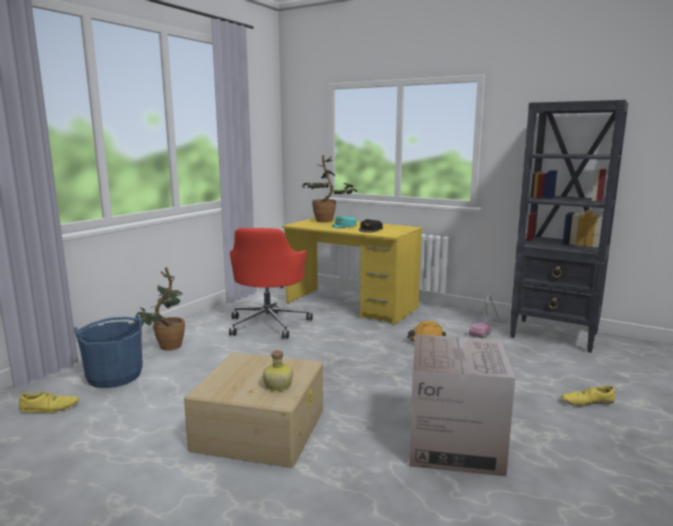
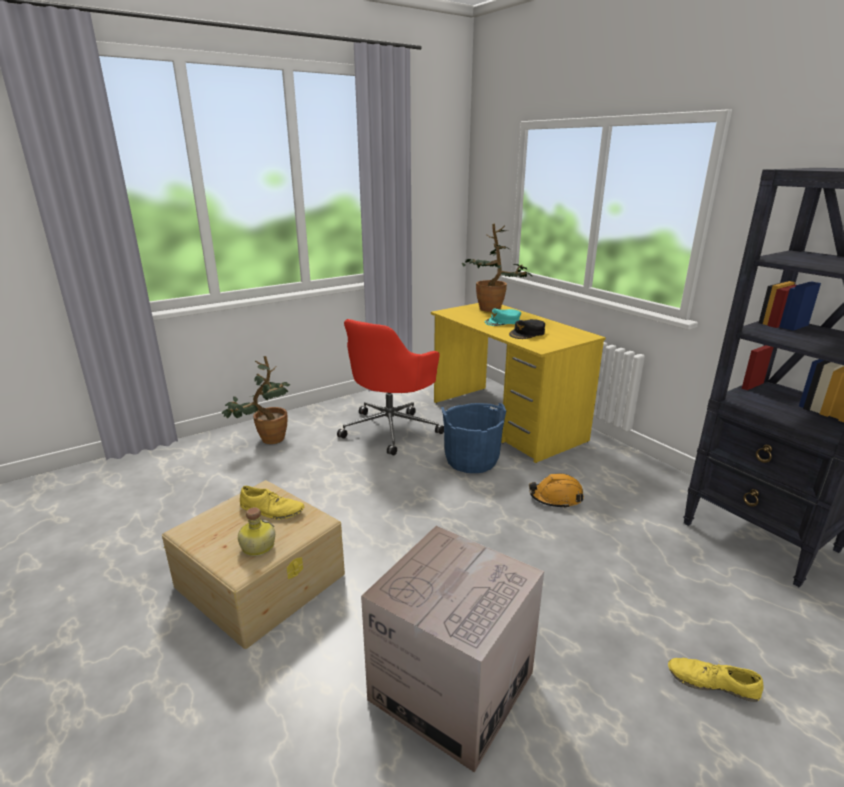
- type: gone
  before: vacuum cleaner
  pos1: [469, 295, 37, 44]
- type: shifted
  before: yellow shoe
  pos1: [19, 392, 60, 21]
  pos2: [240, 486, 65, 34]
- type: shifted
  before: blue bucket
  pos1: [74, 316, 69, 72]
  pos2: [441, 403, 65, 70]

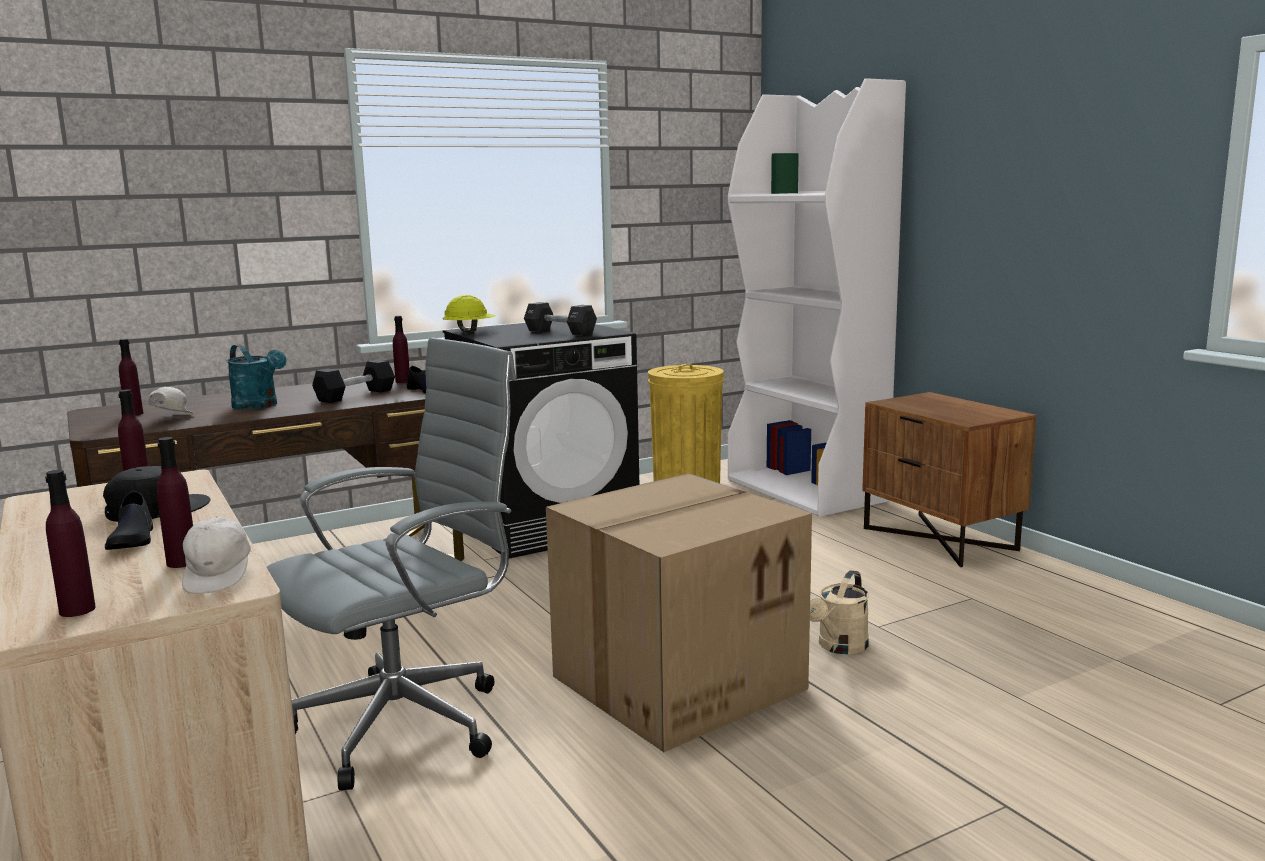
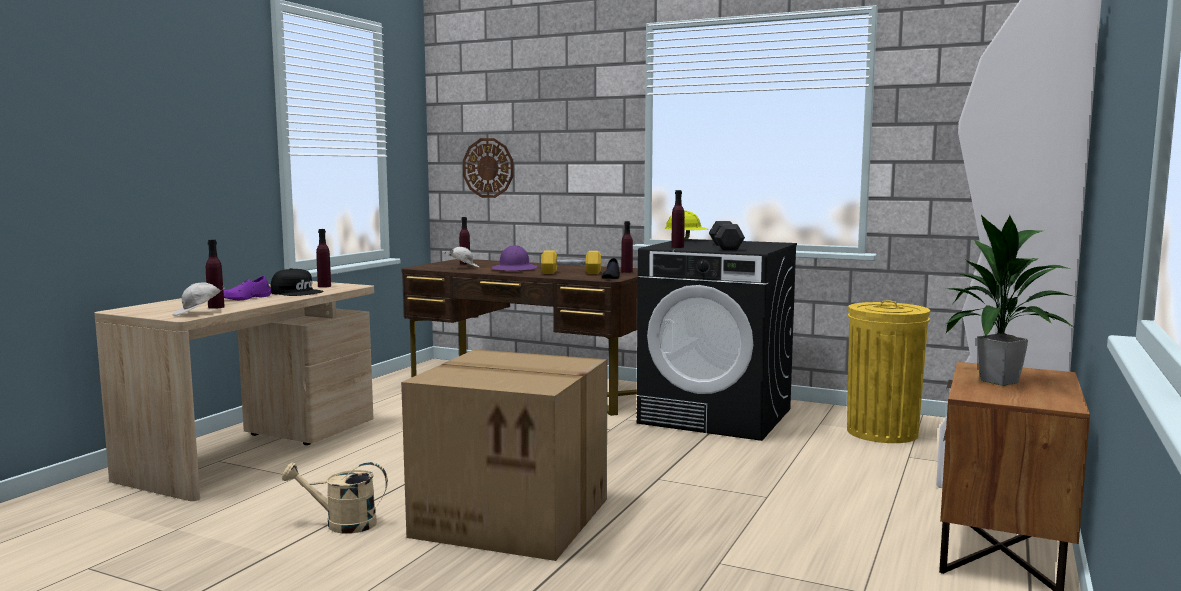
- type: gone
  before: grey office chair
  pos1: [266, 337, 250, 453]
- type: new
  after: wall clock
  pos2: [463, 138, 51, 60]
- type: new
  after: potted plant
  pos2: [944, 215, 132, 171]
- type: shifted
  before: purple bottle
  pos1: [45, 470, 51, 147]
  pos2: [671, 190, 14, 58]
- type: shifted
  before: beige watering can
  pos1: [810, 570, 59, 84]
  pos2: [282, 462, 106, 72]
- type: swapped
  before: turquoise watering can
  after: purple hard hat
  pos1: [227, 344, 60, 66]
  pos2: [492, 245, 46, 26]
- type: repainted
  before: black shoe
  after: purple shoe
  pos1: [105, 491, 48, 59]
  pos2: [223, 275, 48, 25]
- type: repainted
  before: black dumbbell
  after: yellow dumbbell
  pos1: [312, 360, 83, 43]
  pos2: [541, 250, 60, 24]

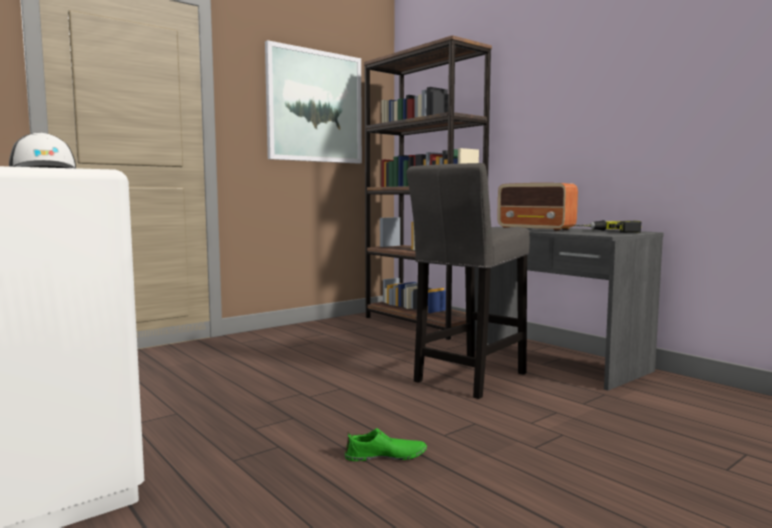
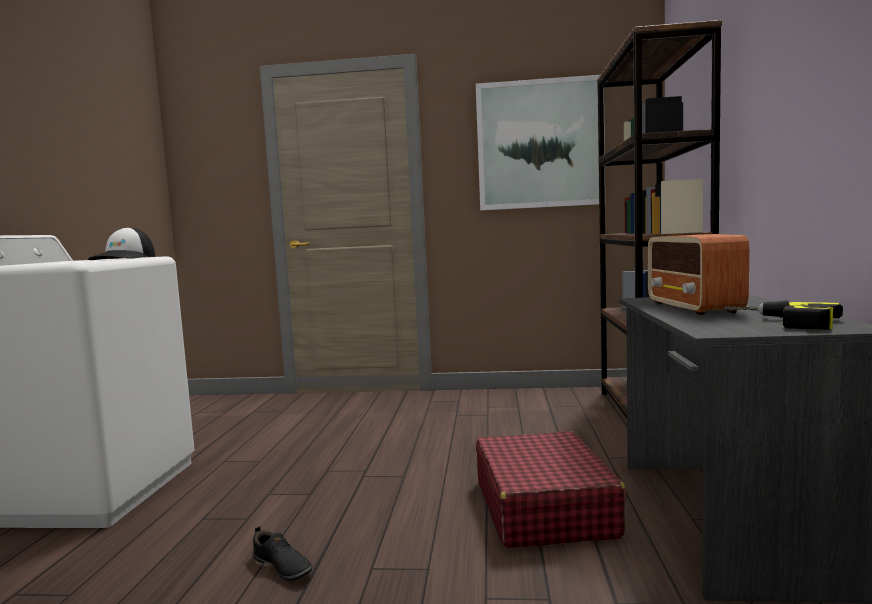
- type: swapped
  before: grey stool
  after: red suitcase
  pos1: [407, 163, 123, 236]
  pos2: [476, 431, 150, 117]
- type: repainted
  before: green shoe
  after: black shoe
  pos1: [345, 428, 82, 33]
  pos2: [253, 526, 59, 55]

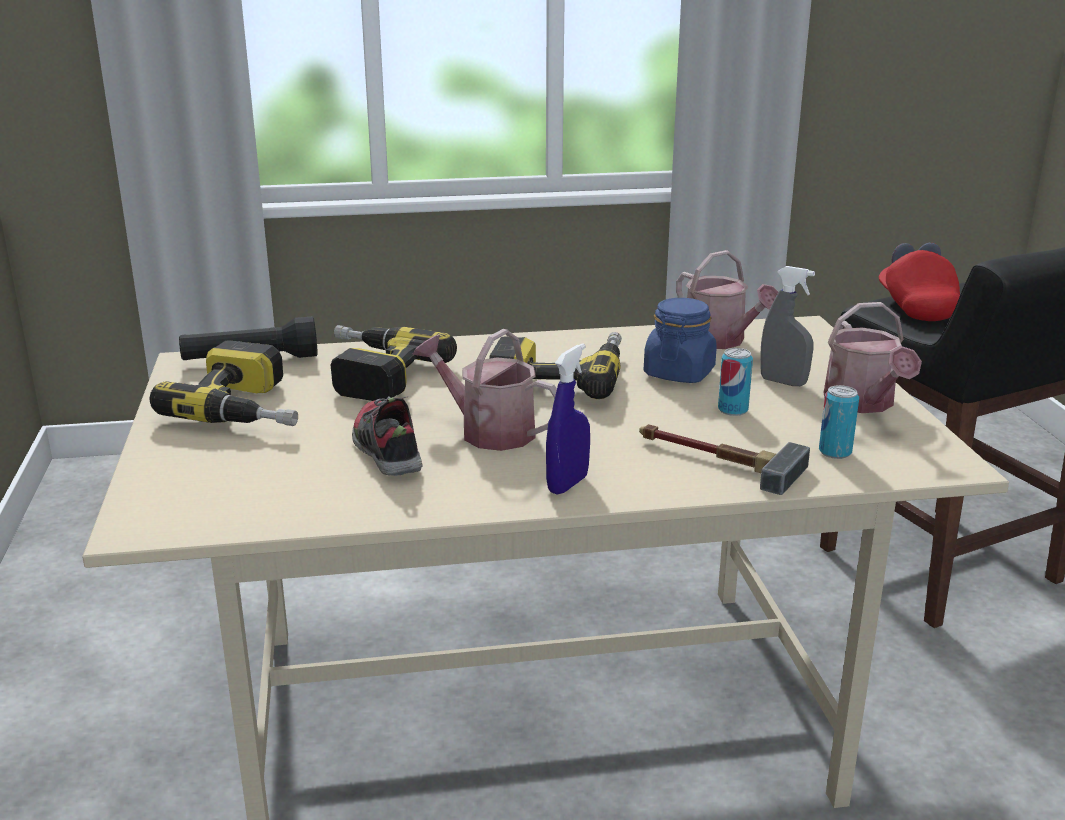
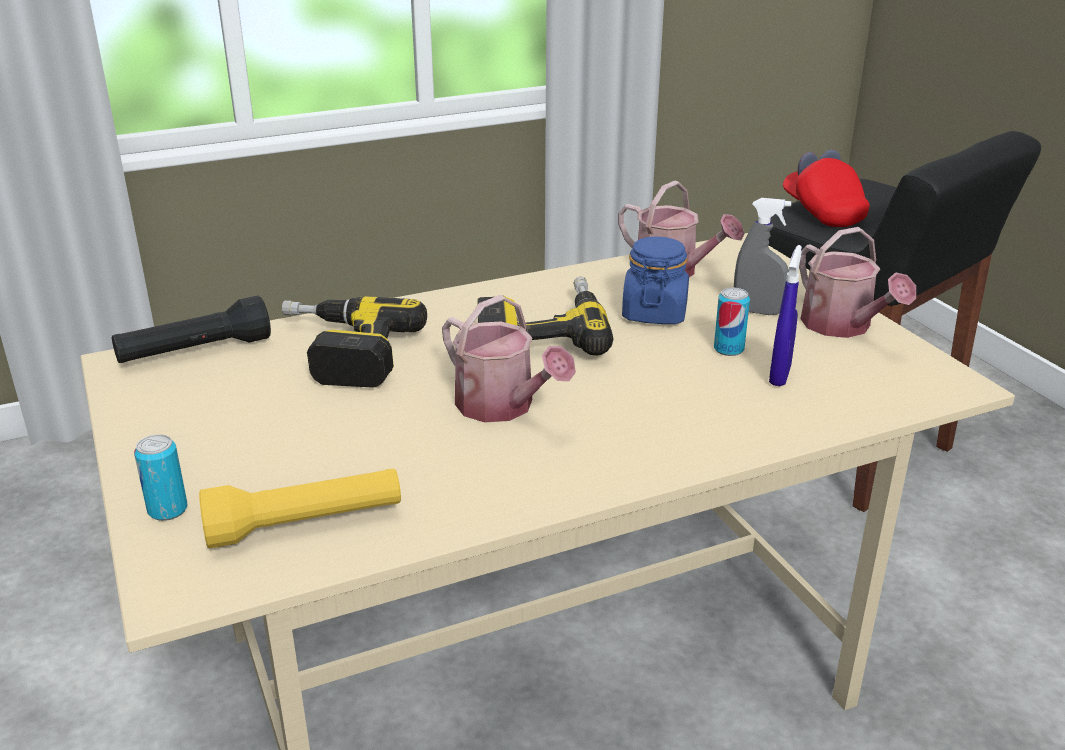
- type: gone
  before: power drill
  pos1: [150, 340, 148, 86]
- type: gone
  before: shoe
  pos1: [352, 396, 71, 80]
- type: gone
  before: hammer
  pos1: [639, 424, 171, 71]
- type: new
  after: yellow flashlight
  pos2: [199, 469, 202, 80]
- type: shifted
  before: blue spray bottle
  pos1: [546, 343, 44, 151]
  pos2: [769, 245, 33, 141]
- type: shifted
  before: can
  pos1: [819, 385, 40, 74]
  pos2: [134, 434, 54, 87]
- type: rotated
  before: watering can
  pos1: [412, 329, 145, 122]
  pos2: [442, 295, 134, 128]
  turn: -150

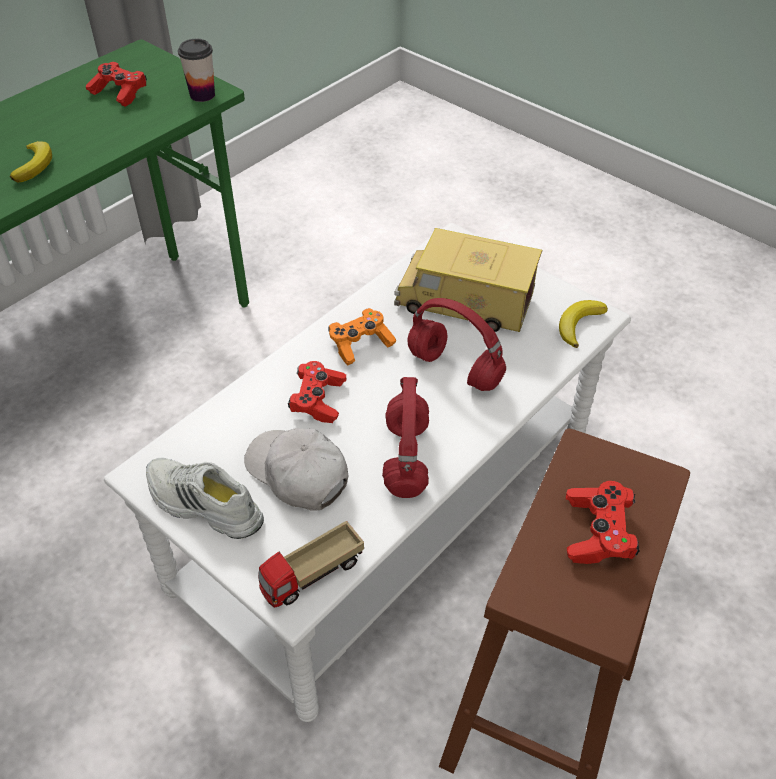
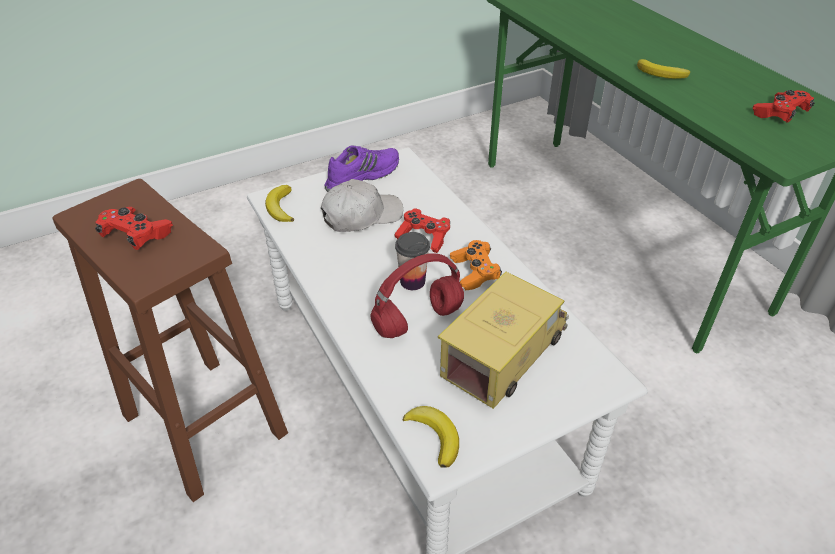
- type: gone
  before: red headphones
  pos1: [382, 377, 47, 121]
- type: shifted
  before: cup
  pos1: [178, 39, 37, 63]
  pos2: [395, 232, 35, 58]
- type: swapped
  before: toy truck
  after: banana
  pos1: [258, 521, 106, 87]
  pos2: [265, 185, 29, 37]
- type: repainted
  before: white shoe
  after: purple shoe
  pos1: [146, 458, 118, 81]
  pos2: [324, 146, 75, 46]

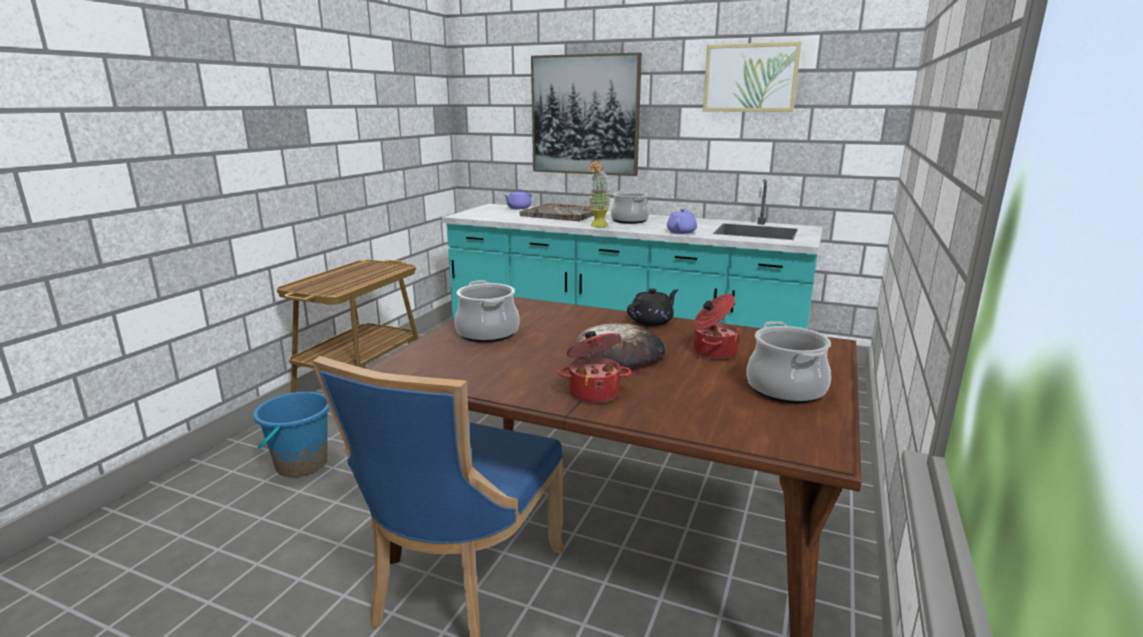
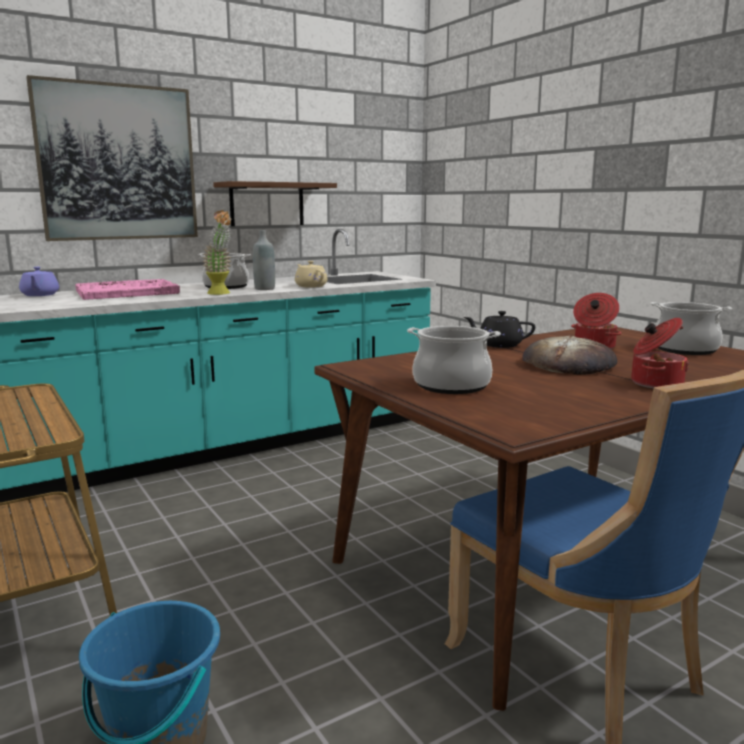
- type: gone
  before: picture
  pos1: [703, 42, 98, 70]
- type: new
  after: brown shelf
  pos2: [213, 181, 124, 45]
- type: new
  after: grey bottle
  pos2: [253, 230, 22, 60]
- type: repainted
  before: grey tray
  after: pink tray
  pos1: [520, 203, 74, 18]
  pos2: [75, 279, 105, 21]
- type: repainted
  before: purple teapot
  after: beige teapot
  pos1: [667, 209, 30, 25]
  pos2: [295, 261, 32, 27]
- type: rotated
  before: black teapot
  pos1: [627, 289, 51, 37]
  pos2: [464, 311, 71, 37]
  turn: -75

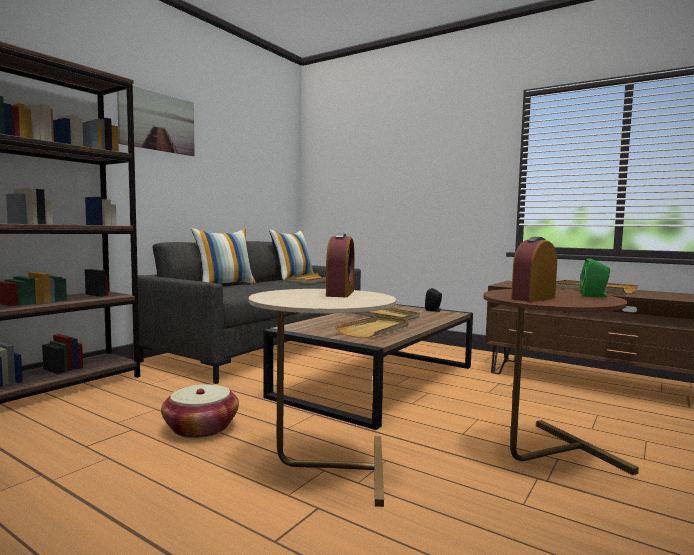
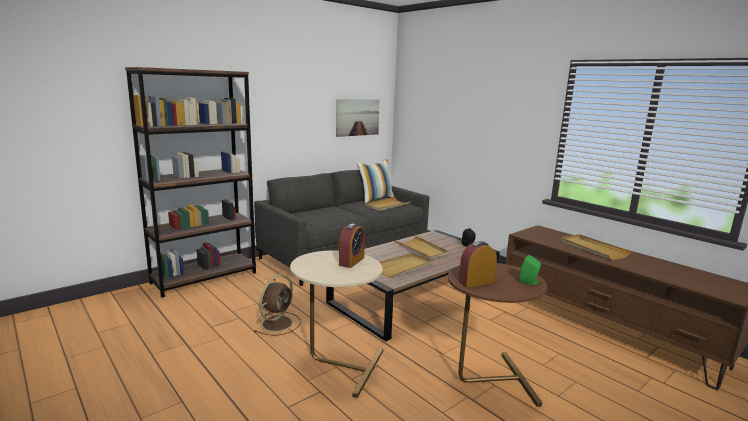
- type: gone
  before: pillow
  pos1: [191, 228, 66, 56]
- type: shifted
  before: picture
  pos1: [117, 86, 78, 70]
  pos2: [336, 99, 44, 38]
- type: swapped
  before: basket
  after: brown fan
  pos1: [161, 384, 78, 54]
  pos2: [254, 274, 47, 62]

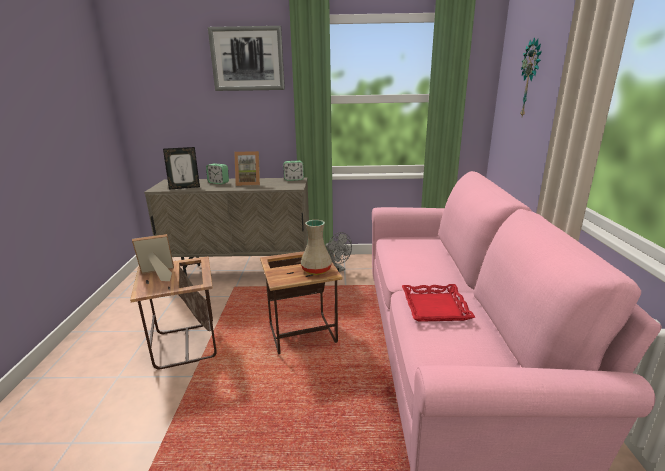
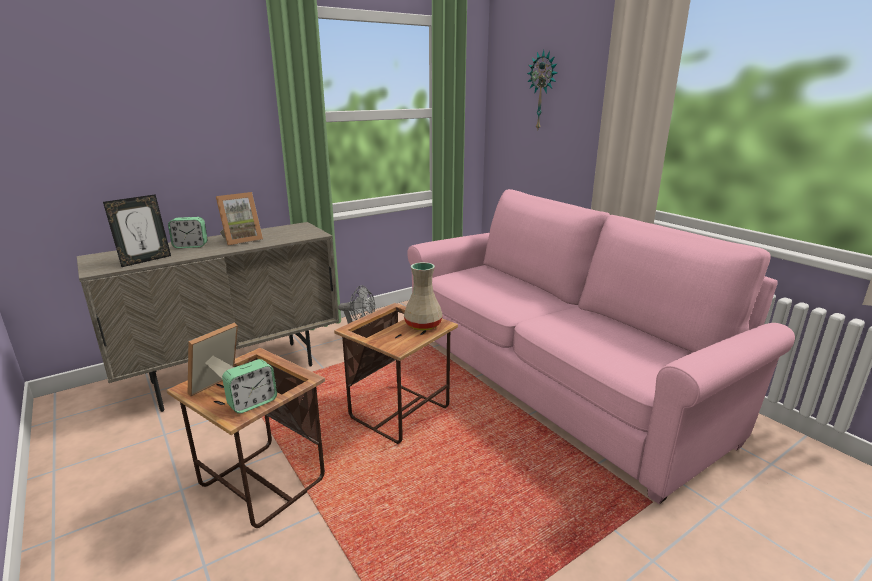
- type: gone
  before: picture
  pos1: [208, 26, 77, 65]
- type: gone
  before: red tray
  pos1: [402, 284, 73, 38]
- type: shifted
  before: alarm clock
  pos1: [283, 161, 21, 20]
  pos2: [222, 359, 55, 55]

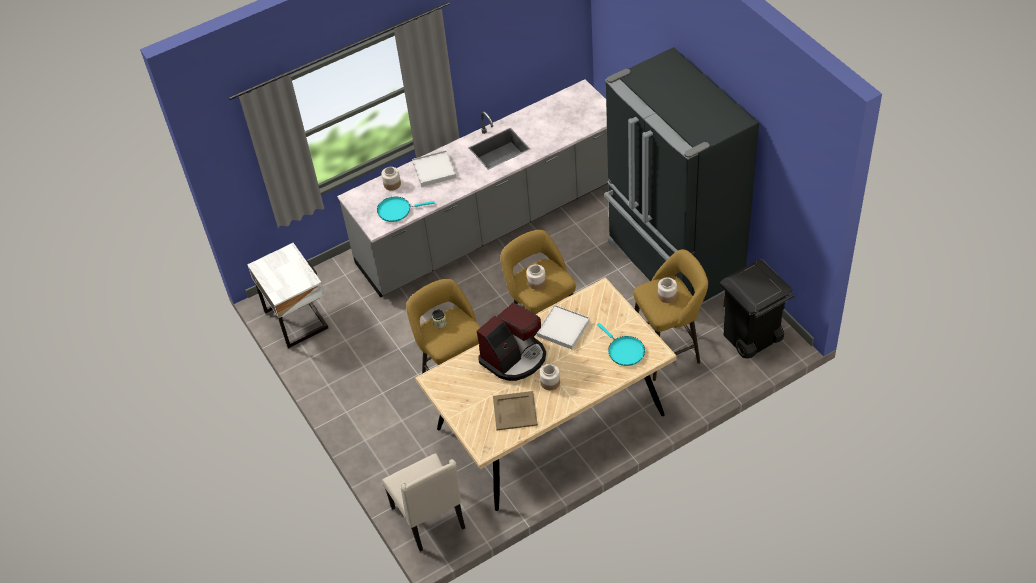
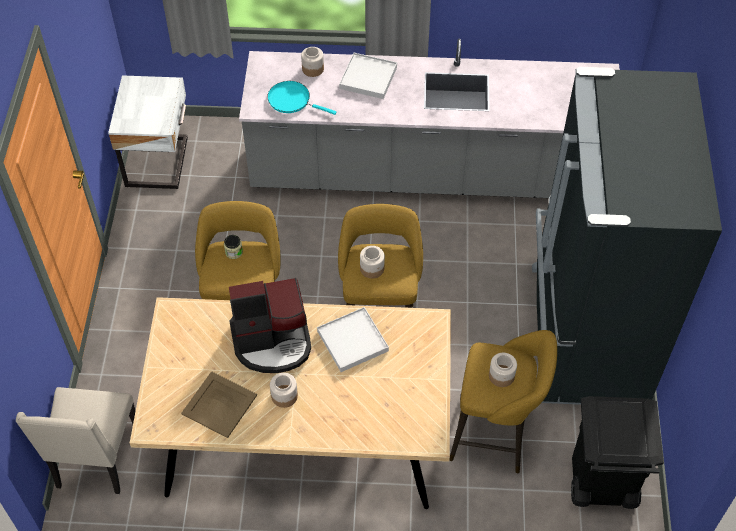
- type: gone
  before: turquoise frying pan
  pos1: [597, 323, 48, 43]

